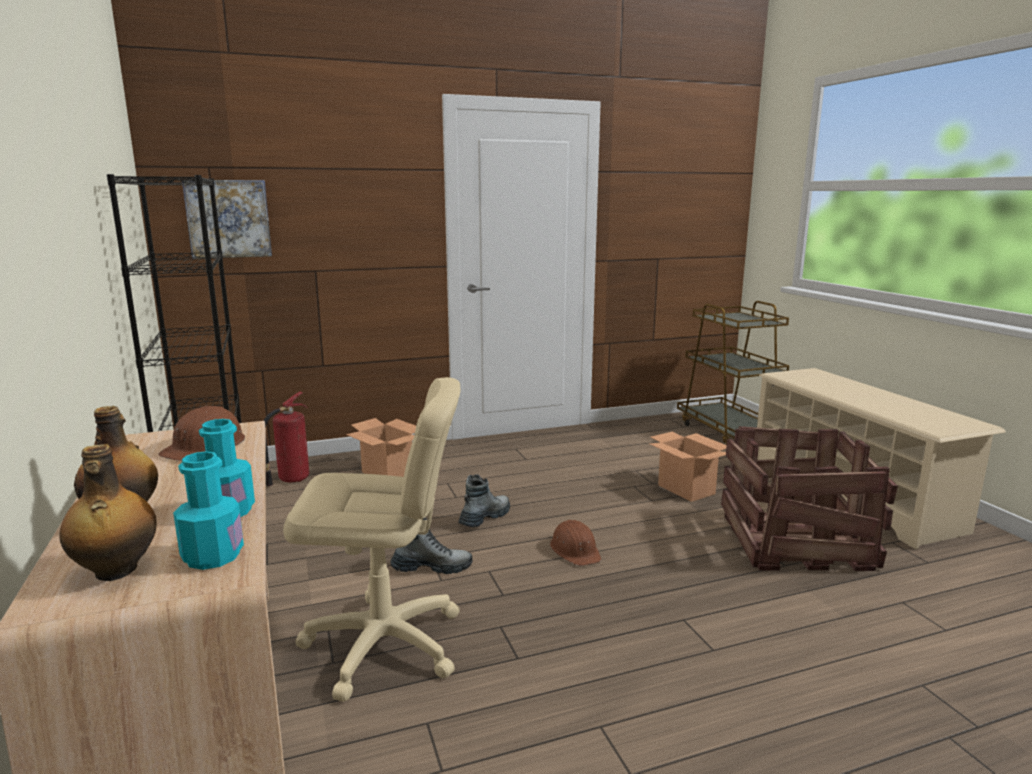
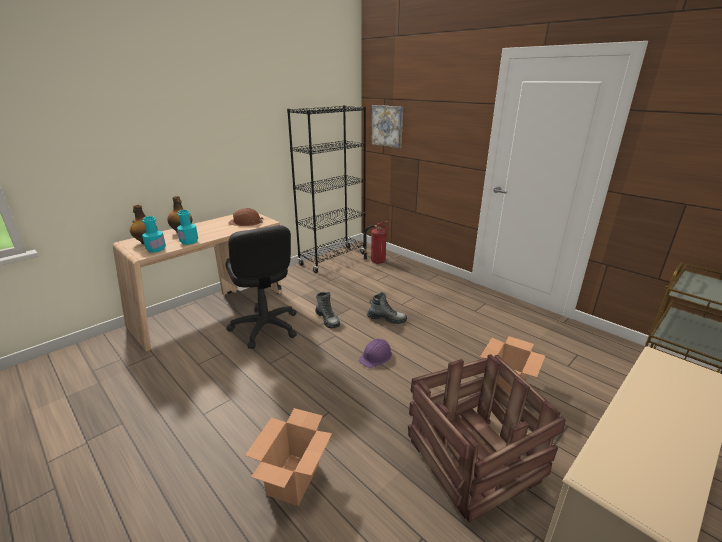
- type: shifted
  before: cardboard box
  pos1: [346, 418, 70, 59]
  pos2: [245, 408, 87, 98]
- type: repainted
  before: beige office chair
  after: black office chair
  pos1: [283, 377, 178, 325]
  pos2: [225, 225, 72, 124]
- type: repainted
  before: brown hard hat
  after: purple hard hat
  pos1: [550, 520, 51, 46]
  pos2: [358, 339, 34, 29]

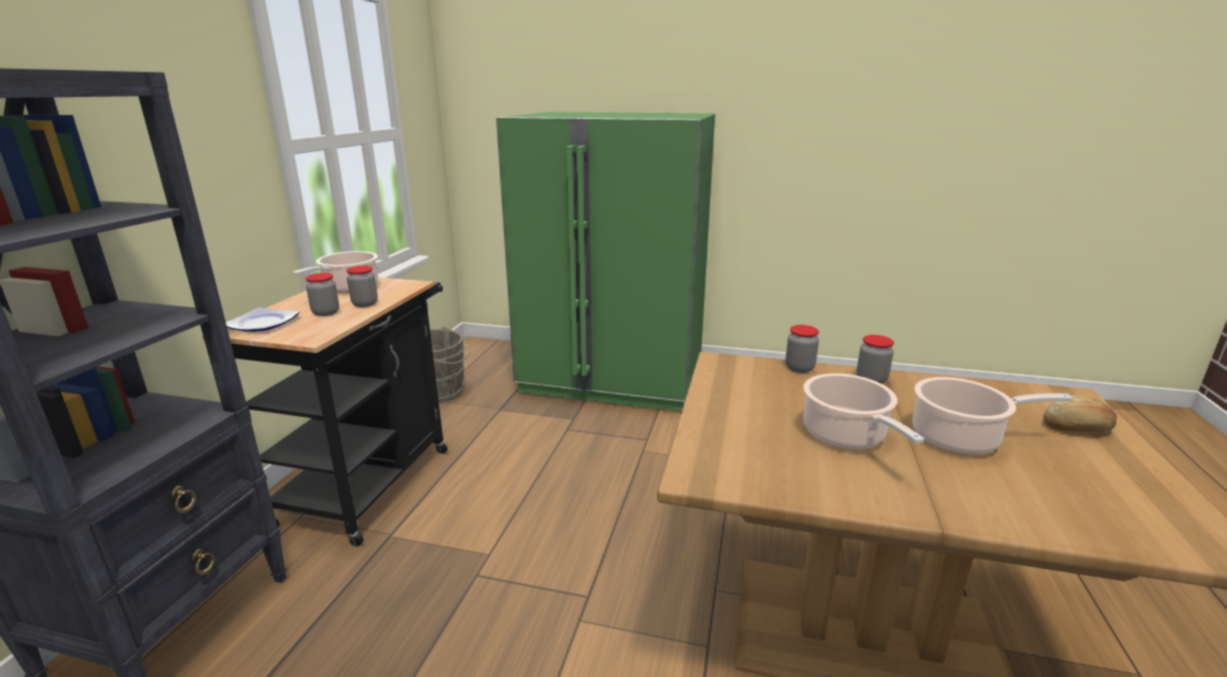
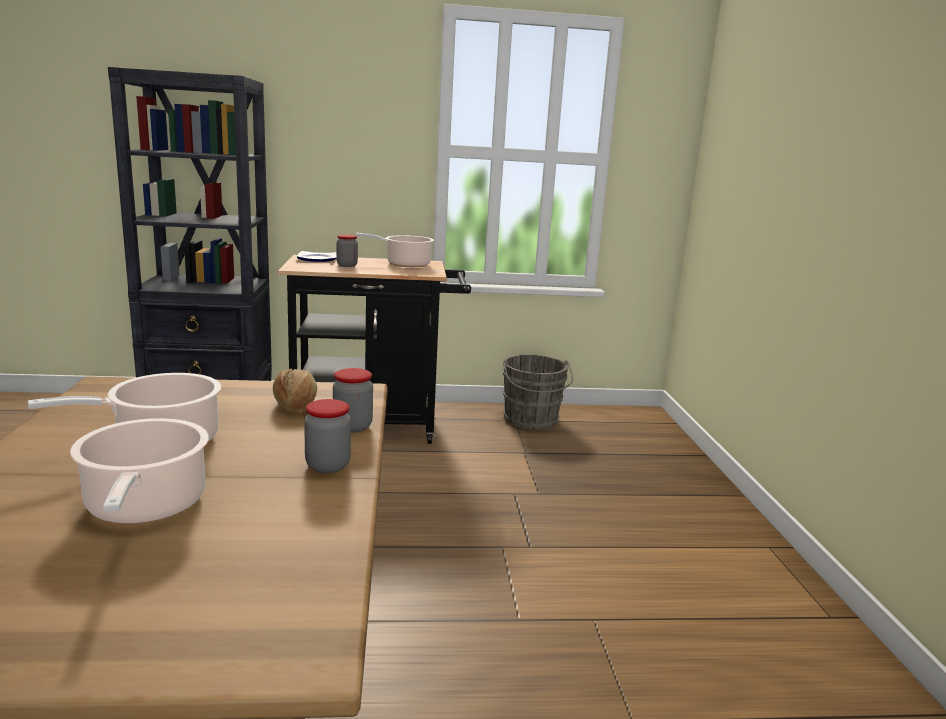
- type: gone
  before: jar
  pos1: [347, 266, 31, 41]
- type: gone
  before: green fridge
  pos1: [496, 112, 219, 299]
- type: shifted
  before: bread
  pos1: [1043, 395, 74, 37]
  pos2: [273, 368, 44, 45]

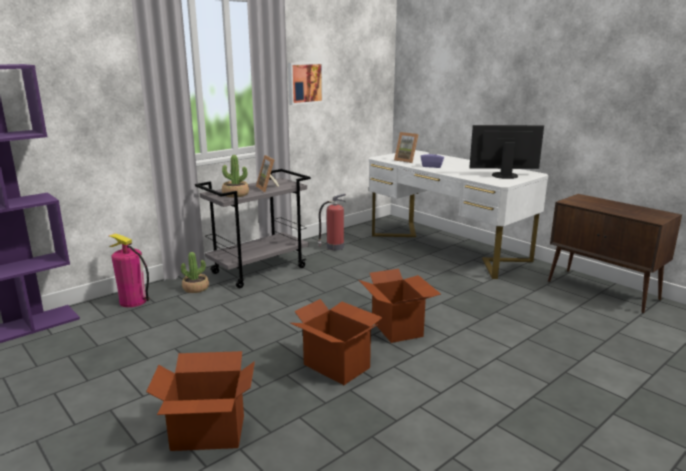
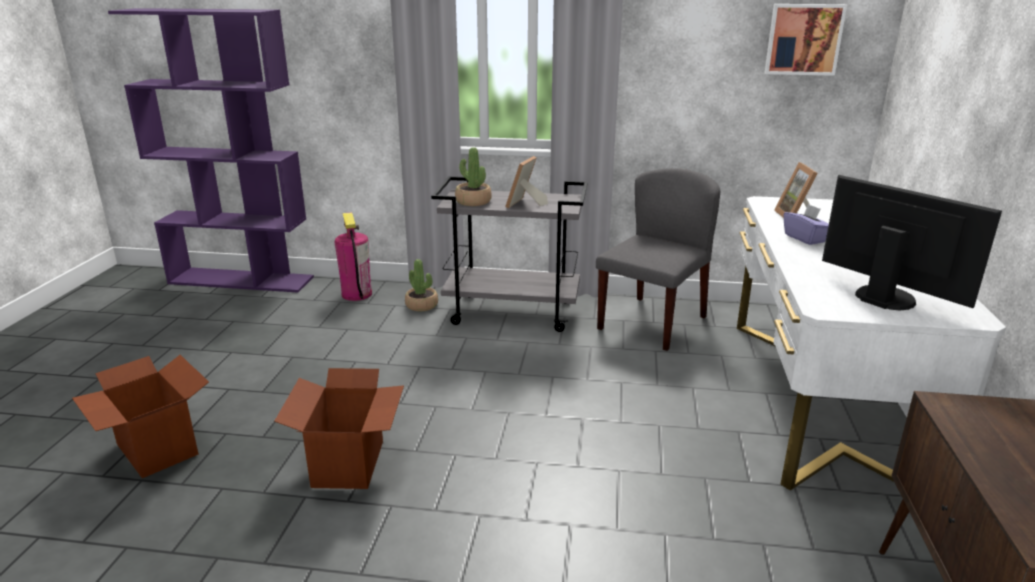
- type: gone
  before: cardboard box
  pos1: [359, 269, 82, 74]
- type: shifted
  before: picture
  pos1: [288, 62, 36, 43]
  pos2: [764, 4, 83, 72]
- type: swapped
  before: fire extinguisher
  after: grey chair
  pos1: [318, 194, 28, 56]
  pos2: [596, 168, 124, 183]

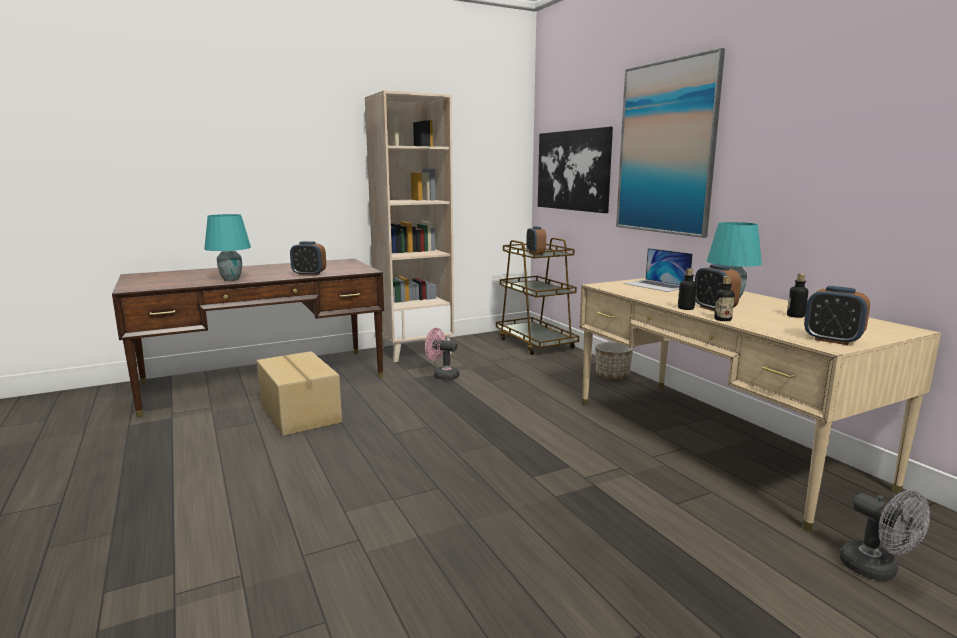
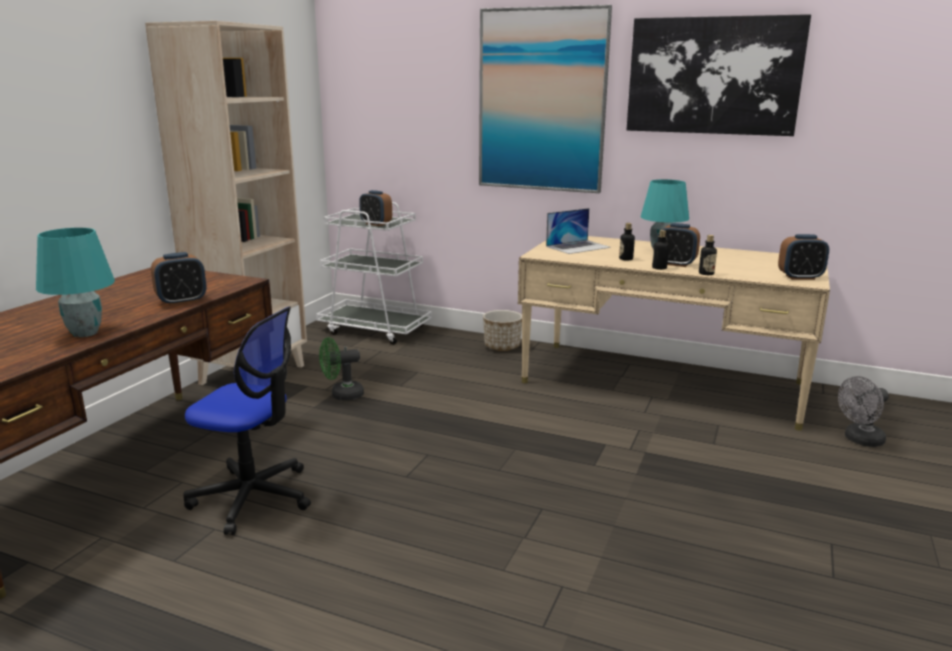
- type: shifted
  before: picture
  pos1: [538, 126, 75, 87]
  pos2: [627, 14, 184, 122]
- type: shifted
  before: bottle
  pos1: [787, 274, 21, 44]
  pos2: [619, 223, 16, 38]
- type: swapped
  before: cardboard box
  after: office chair
  pos1: [257, 351, 85, 85]
  pos2: [183, 307, 128, 228]
- type: repainted
  before: pink fan
  after: green fan
  pos1: [425, 328, 34, 52]
  pos2: [319, 337, 45, 64]
- type: repainted
  before: brown cart
  after: white cart
  pos1: [496, 238, 83, 117]
  pos2: [316, 202, 116, 143]
- type: rotated
  before: laptop
  pos1: [624, 248, 69, 44]
  pos2: [546, 208, 65, 46]
  turn: -45
- type: rotated
  before: grey fan
  pos1: [839, 490, 91, 90]
  pos2: [838, 376, 51, 71]
  turn: 135

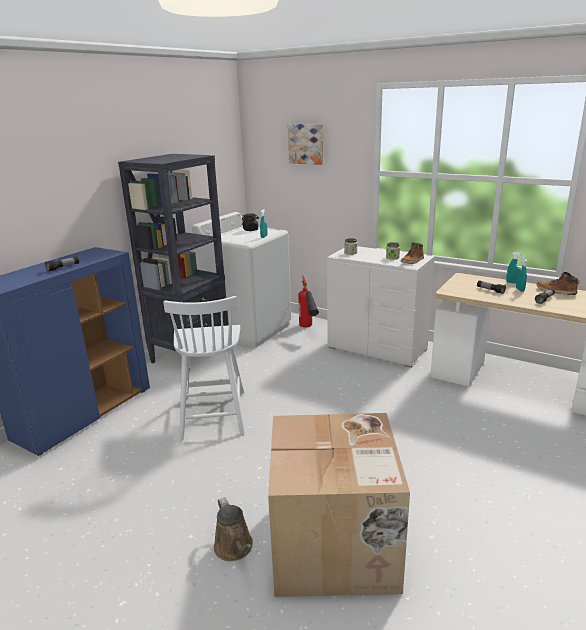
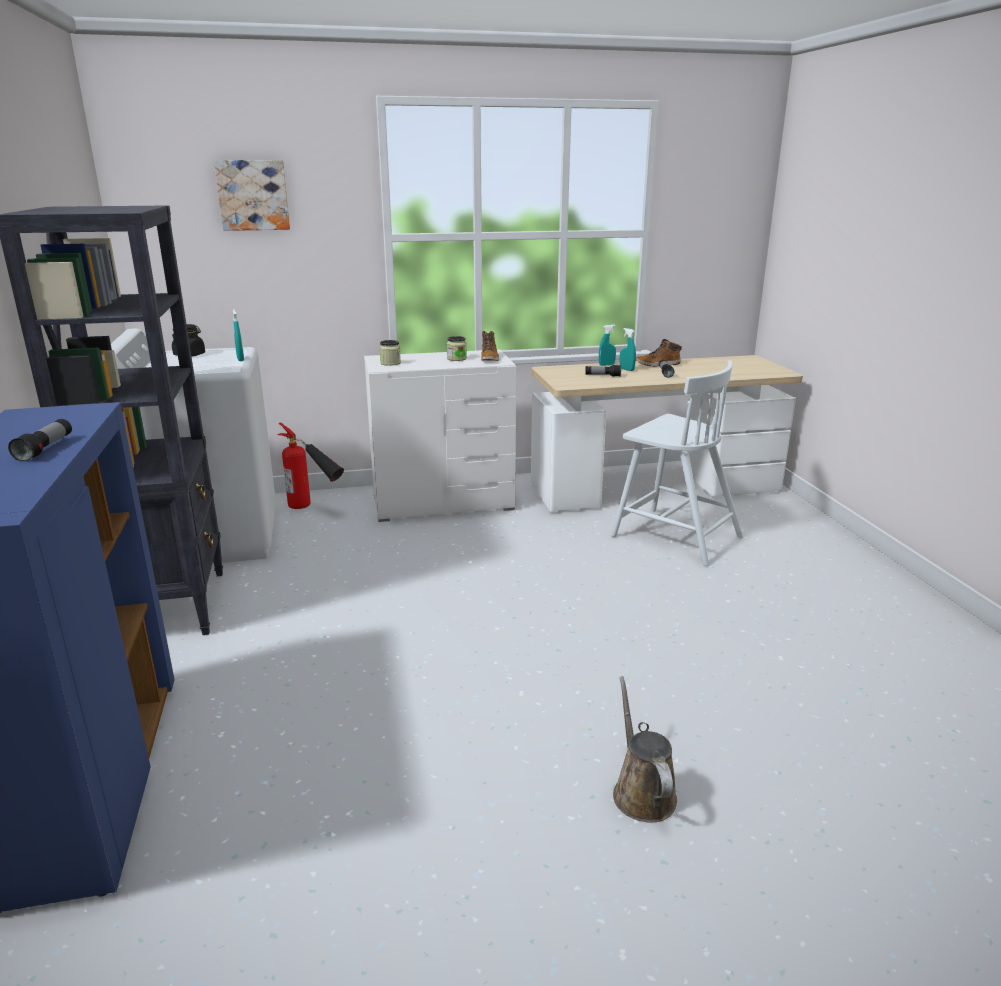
- type: gone
  before: cardboard box
  pos1: [268, 413, 142, 184]
- type: shifted
  before: white chair
  pos1: [163, 296, 82, 144]
  pos2: [611, 360, 132, 206]
- type: rotated
  before: brown watering can
  pos1: [214, 497, 39, 64]
  pos2: [613, 676, 64, 147]
  turn: -120

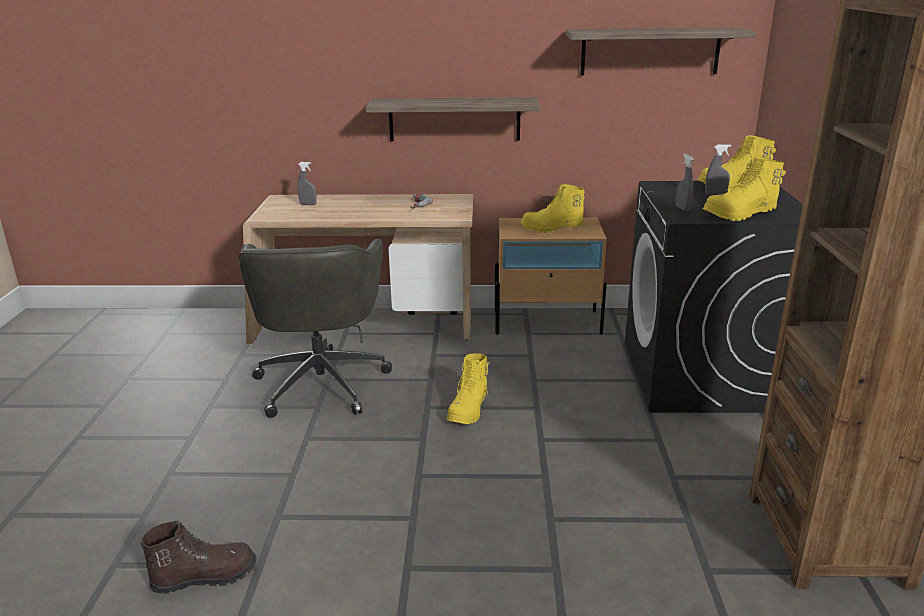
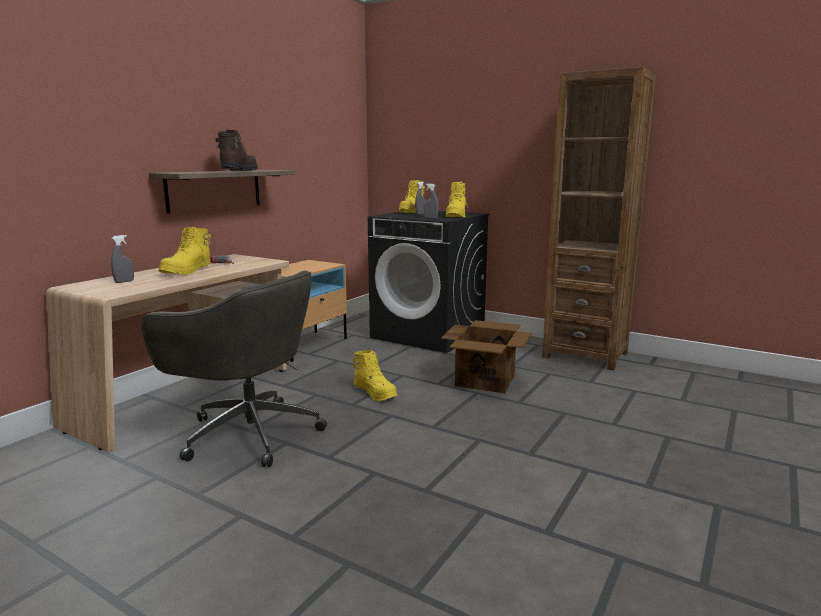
- type: gone
  before: shelf
  pos1: [566, 27, 190, 49]
- type: new
  after: cardboard box
  pos2: [441, 320, 90, 73]
- type: shifted
  before: brown boot
  pos1: [141, 520, 116, 74]
  pos2: [215, 130, 43, 41]
- type: shifted
  before: yellow boot
  pos1: [520, 184, 65, 49]
  pos2: [159, 227, 52, 48]

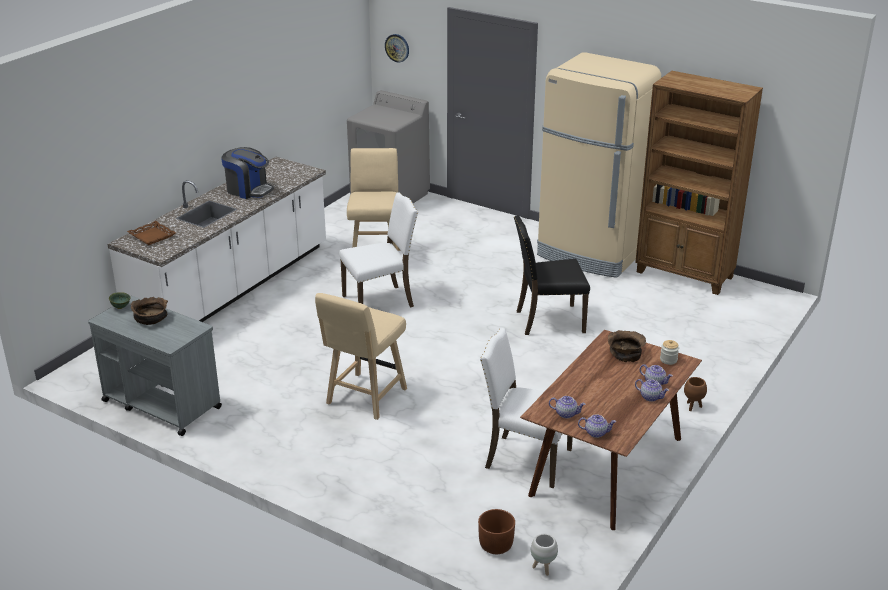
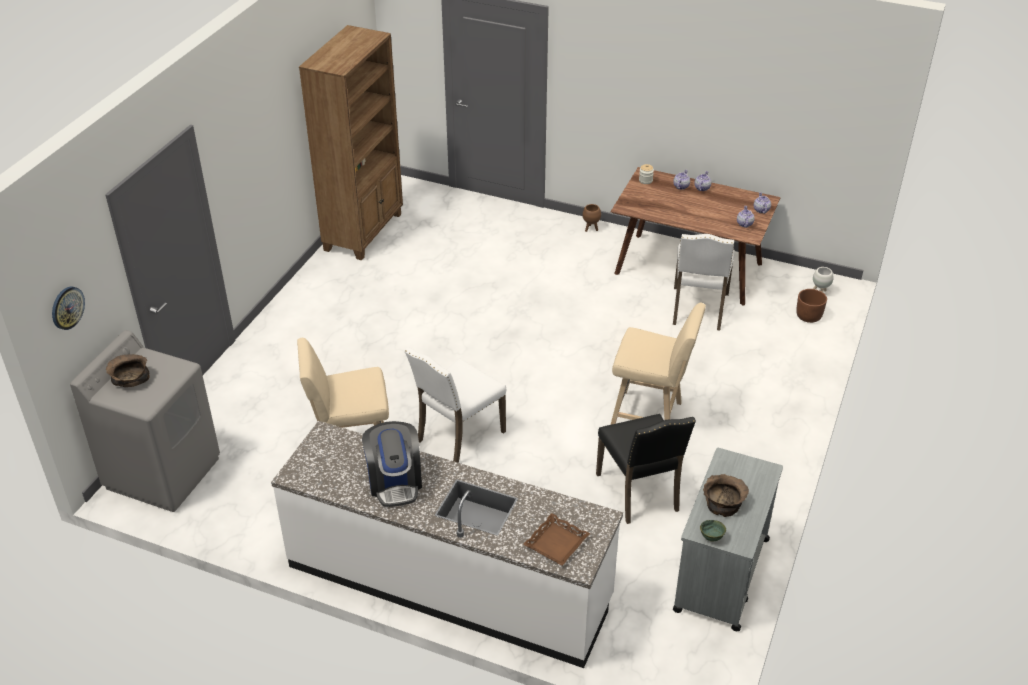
- type: gone
  before: beige fridge
  pos1: [537, 52, 124, 226]
- type: shifted
  before: black chair
  pos1: [514, 215, 76, 120]
  pos2: [596, 414, 100, 110]
- type: shifted
  before: brown bowl
  pos1: [608, 330, 38, 32]
  pos2: [106, 354, 44, 33]
- type: rotated
  before: coffee machine
  pos1: [221, 147, 53, 52]
  pos2: [362, 421, 60, 86]
  turn: 150
- type: rotated
  before: white chair
  pos1: [339, 192, 79, 115]
  pos2: [404, 347, 103, 116]
  turn: -105

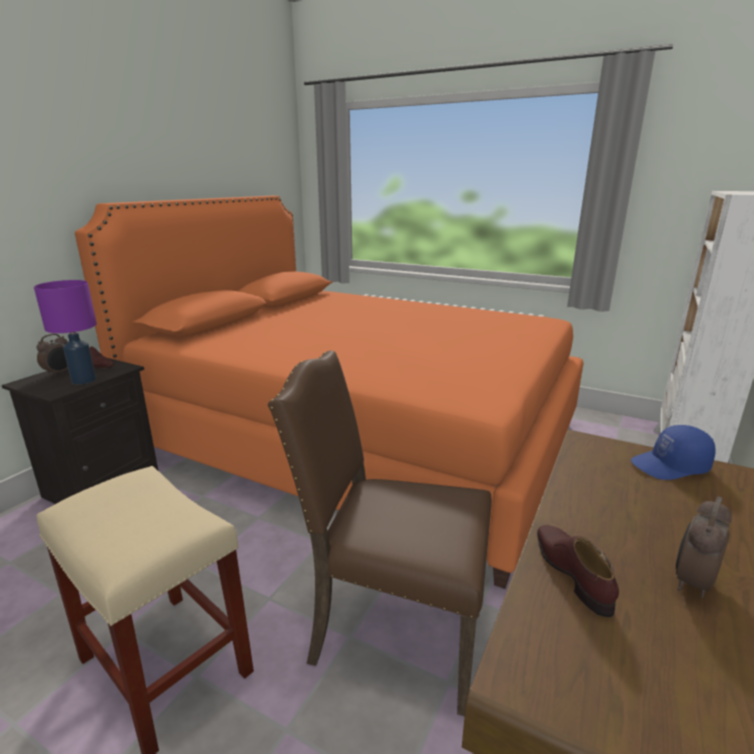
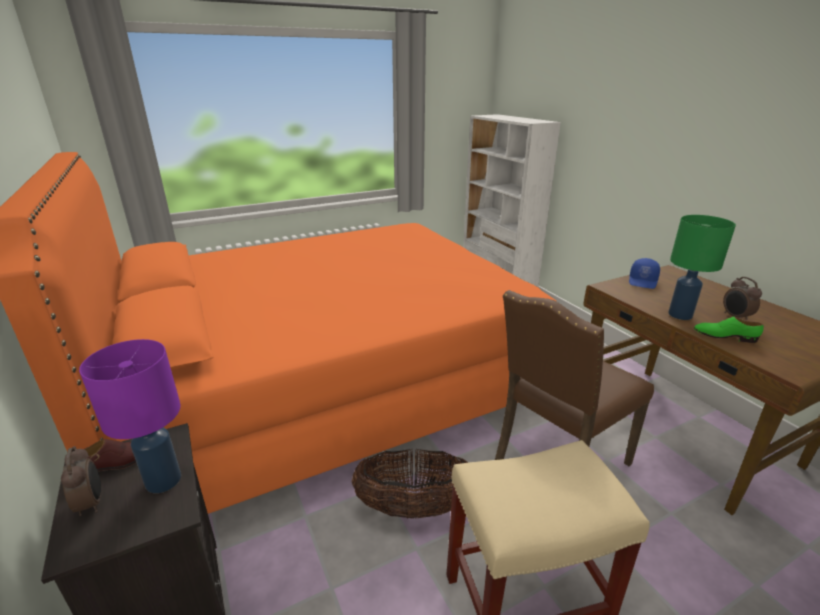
- type: new
  after: basket
  pos2: [352, 449, 116, 70]
- type: new
  after: green table lamp
  pos2: [668, 215, 68, 105]
- type: repainted
  before: brown shoe
  after: green shoe
  pos1: [537, 525, 82, 92]
  pos2: [694, 317, 70, 26]

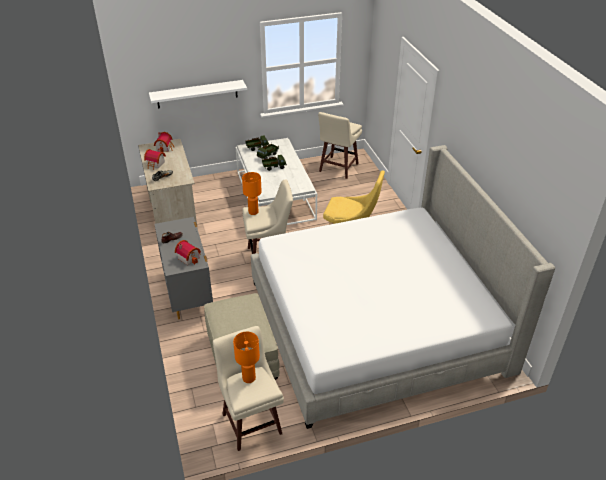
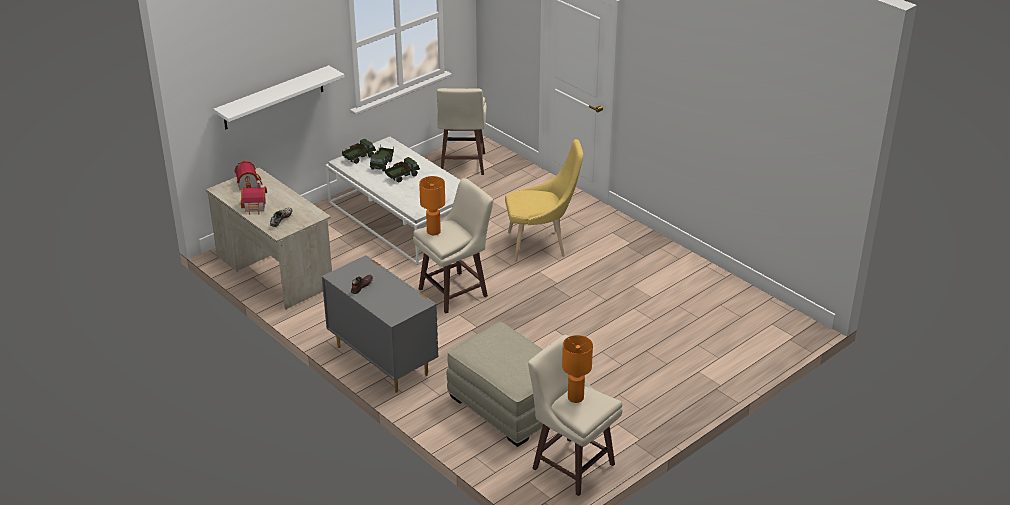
- type: gone
  before: toy house
  pos1: [175, 240, 26, 25]
- type: gone
  before: bed
  pos1: [251, 145, 304, 284]

